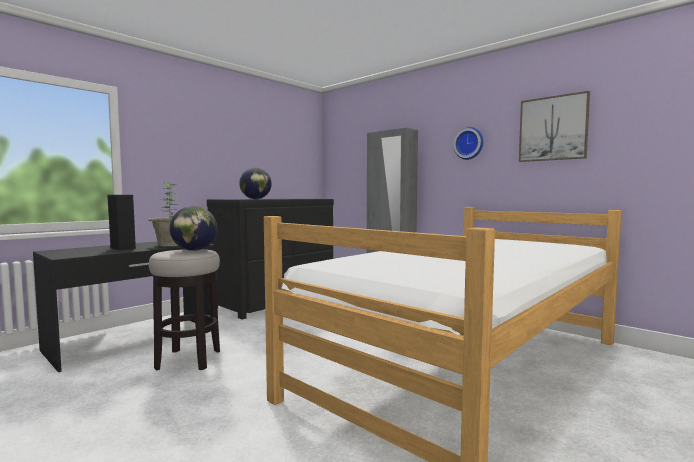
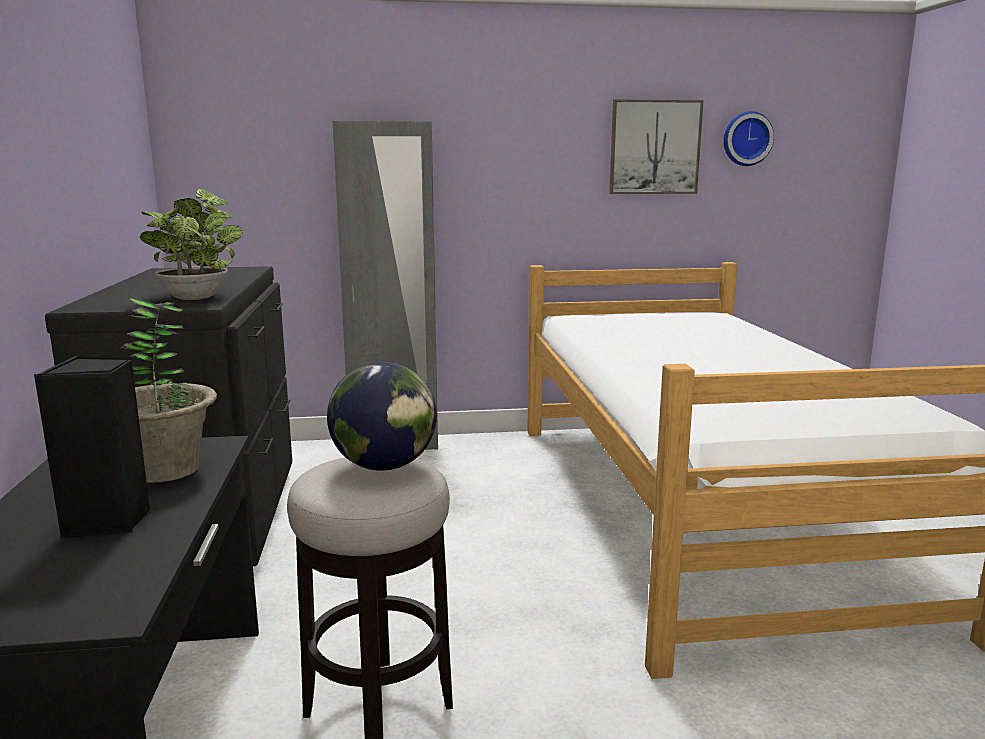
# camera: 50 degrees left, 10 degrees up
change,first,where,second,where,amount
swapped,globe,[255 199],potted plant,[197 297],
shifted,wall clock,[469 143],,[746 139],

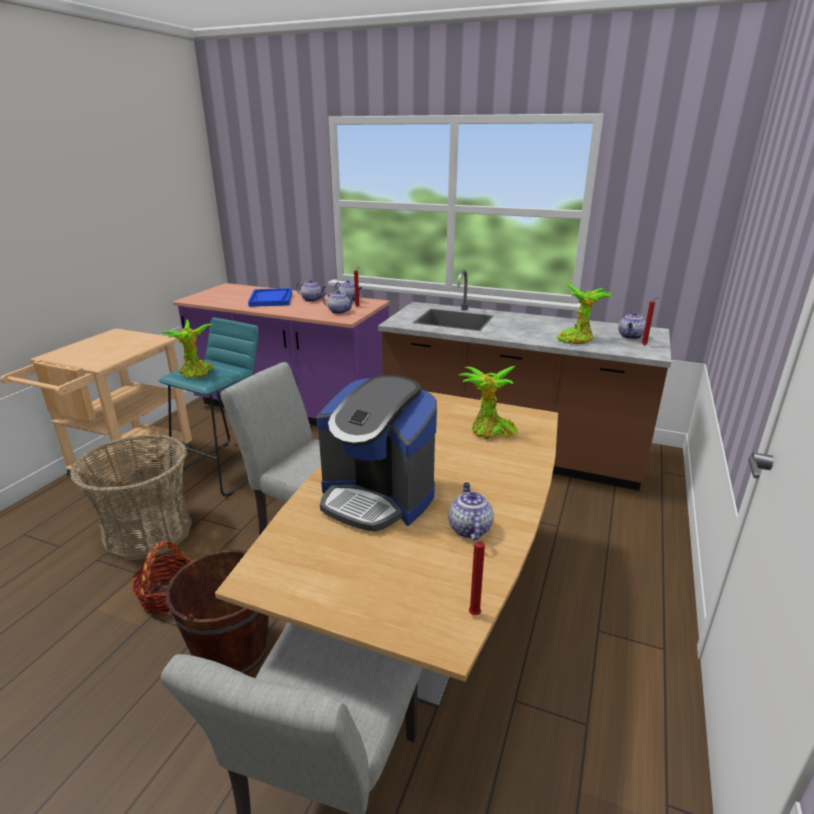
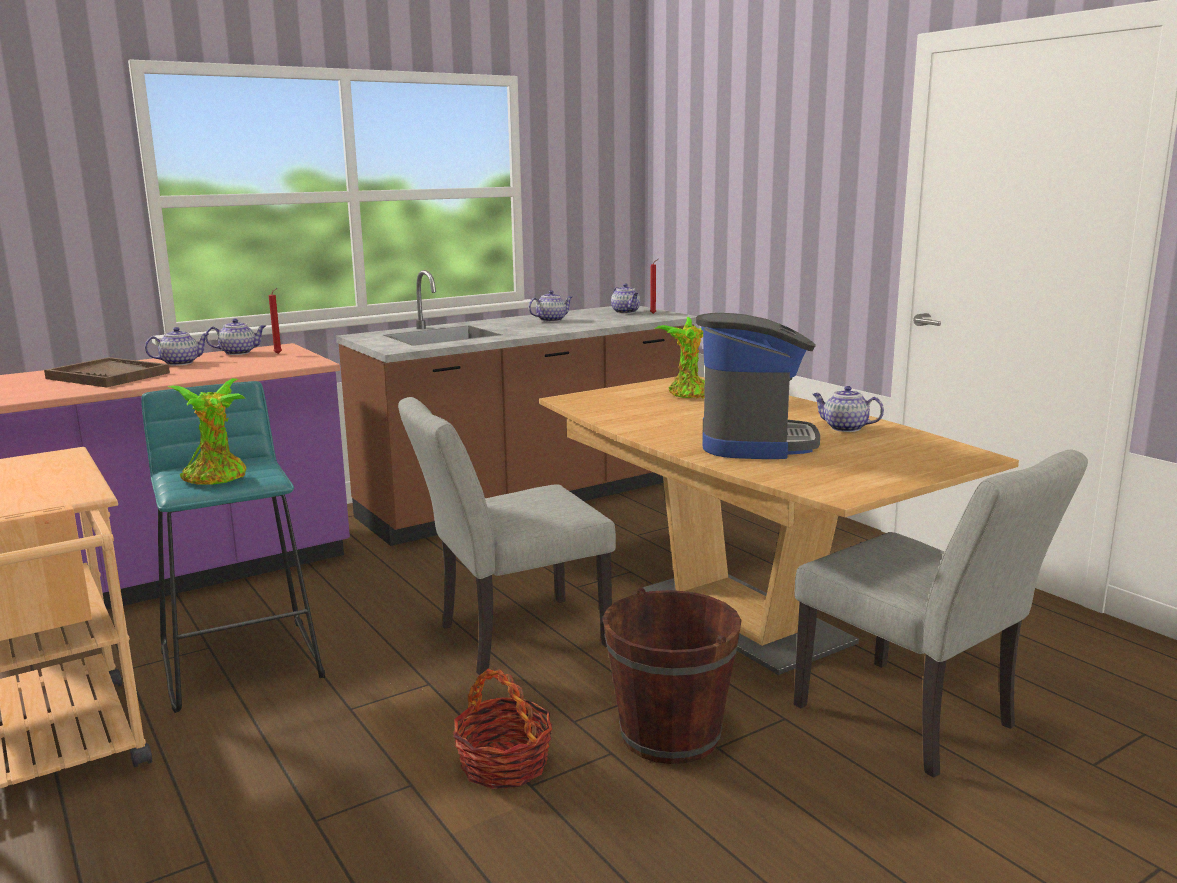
# camera: 55 degrees left, 10 degrees down
change,first,where,second,where,amount
repainted,blue tray,[271 299],brown tray,[108 376],
shifted,teapot,[339 311],,[551 320],
rotated,coffee machine,[377 497],,[754 442],60 degrees counterclockwise
gone,basket,[148 532],,,
gone,red candle,[473 616],,,
gone,potted plant,[577 339],,,

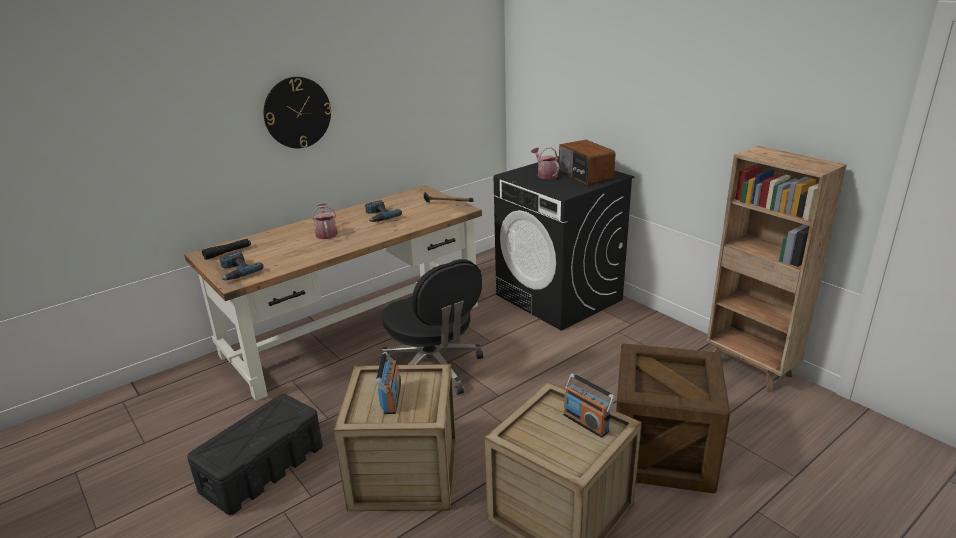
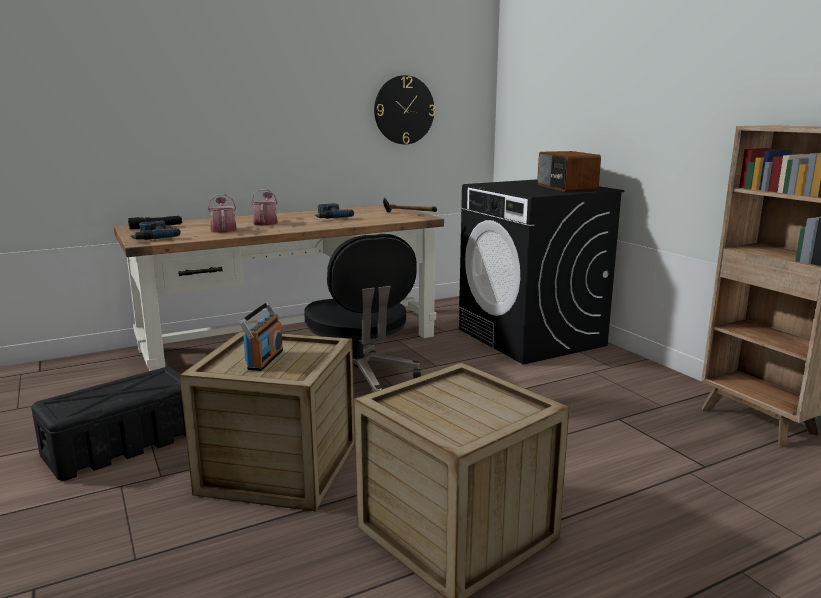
# camera: 10 degrees right, 10 degrees down
change,first,where,second,where,amount
shifted,watering can,[545 175],,[223 229],
shifted,wall clock,[297 112],,[404 110],
gone,radio,[586 422],,,
gone,crate,[662 453],,,

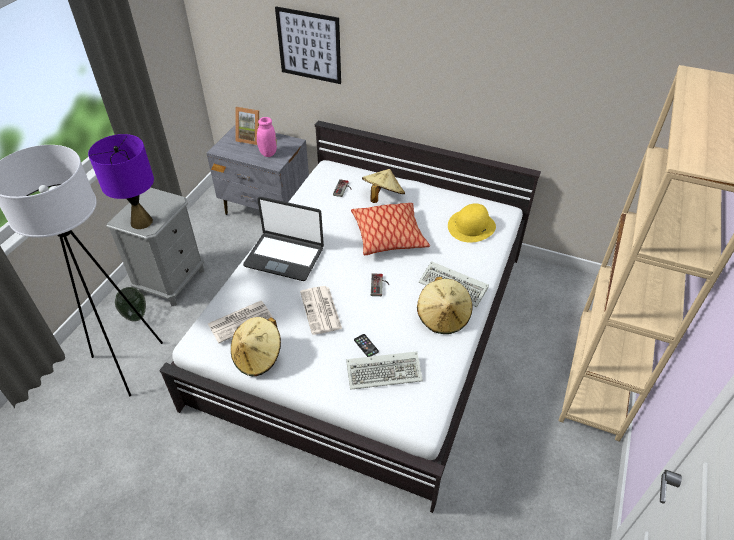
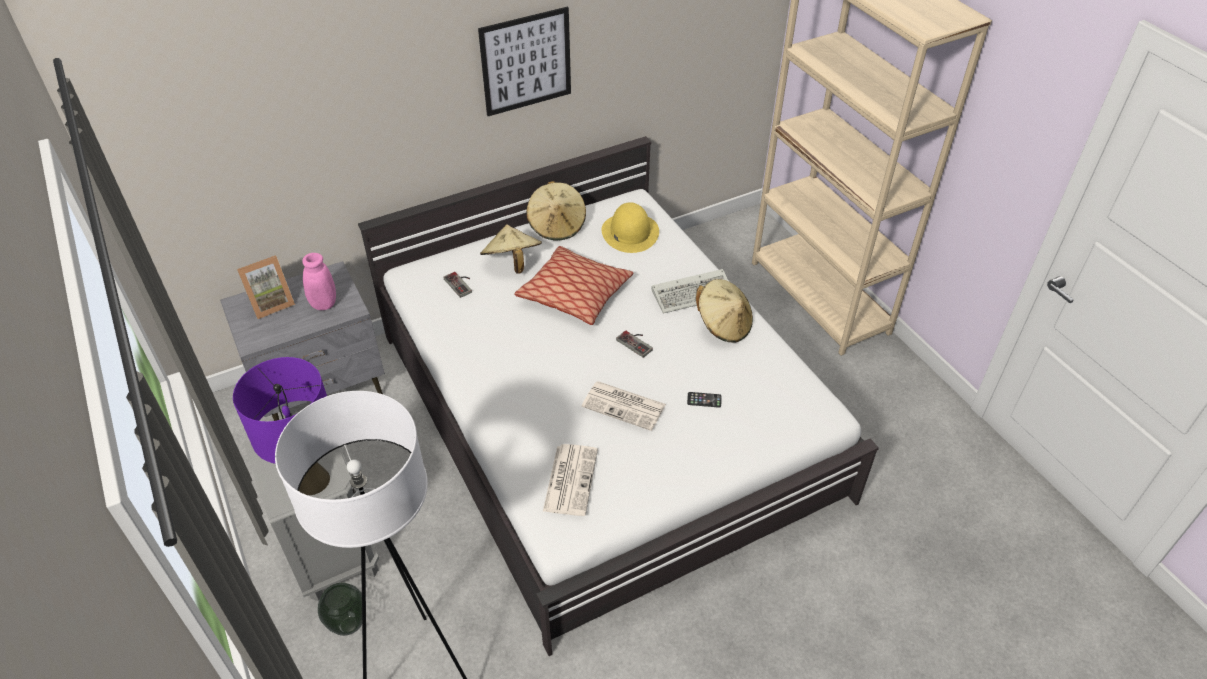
# camera: 50 degrees left, 0 degrees up
change,first,where,second,where,amount
shifted,picture,[309 45],,[526 61],
shifted,beige hat,[258 357],,[557 226],
gone,laptop,[284 256],,,
gone,keyboard,[385 371],,,

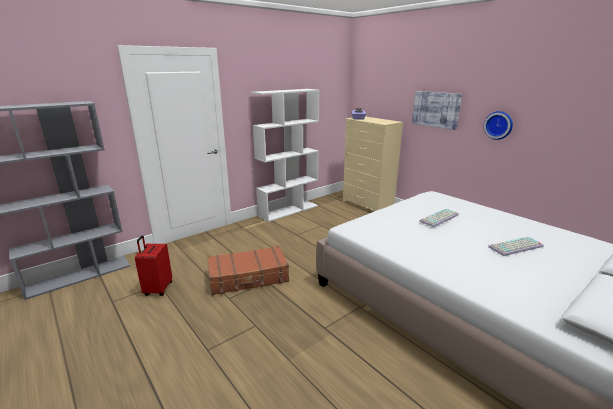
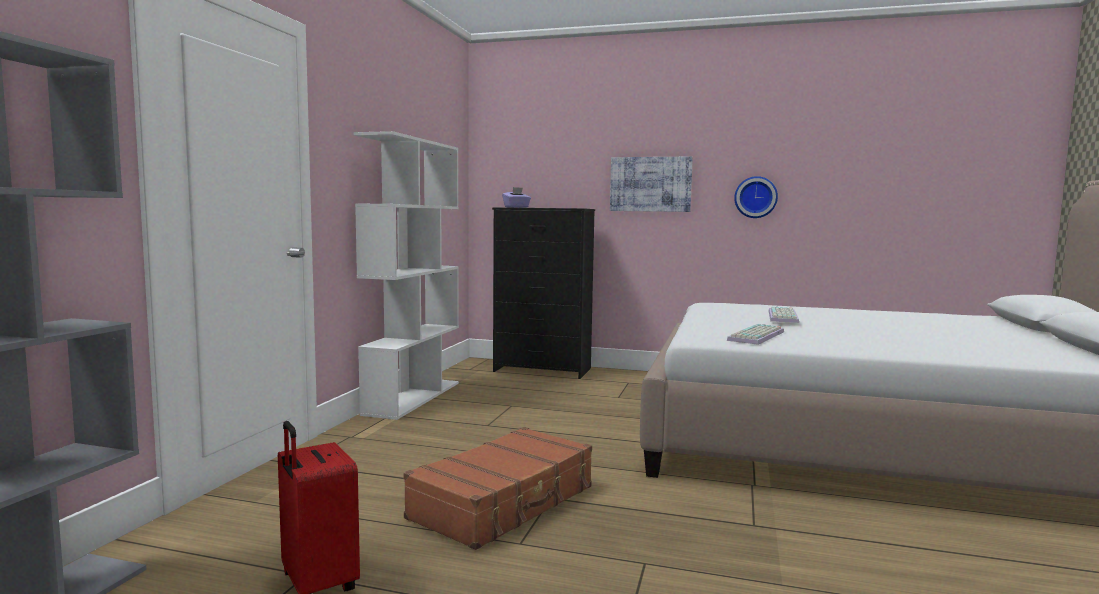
# camera: 35 degrees left, 15 degrees down
change,first,where,second,where,amount
repainted,beige dresser,[367 205],black dresser,[543 370],
shifted,keyboard,[516 247],,[757 336],

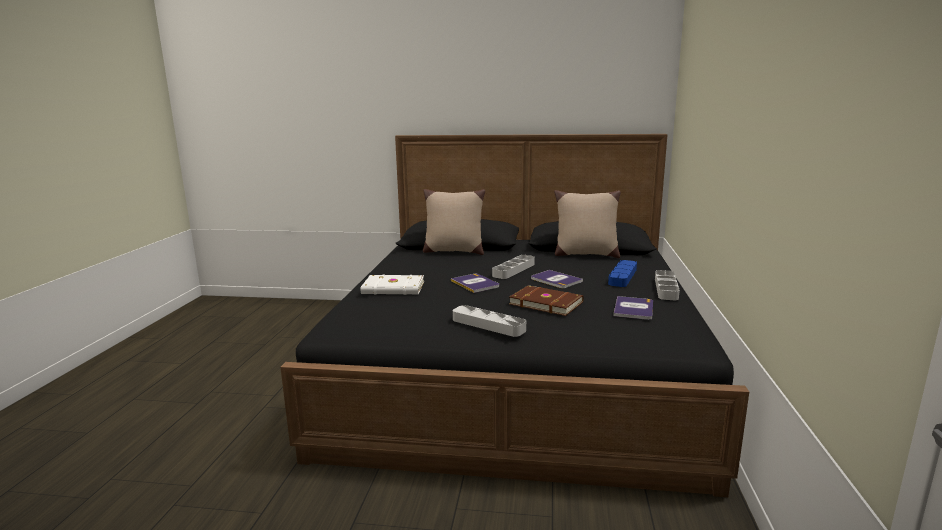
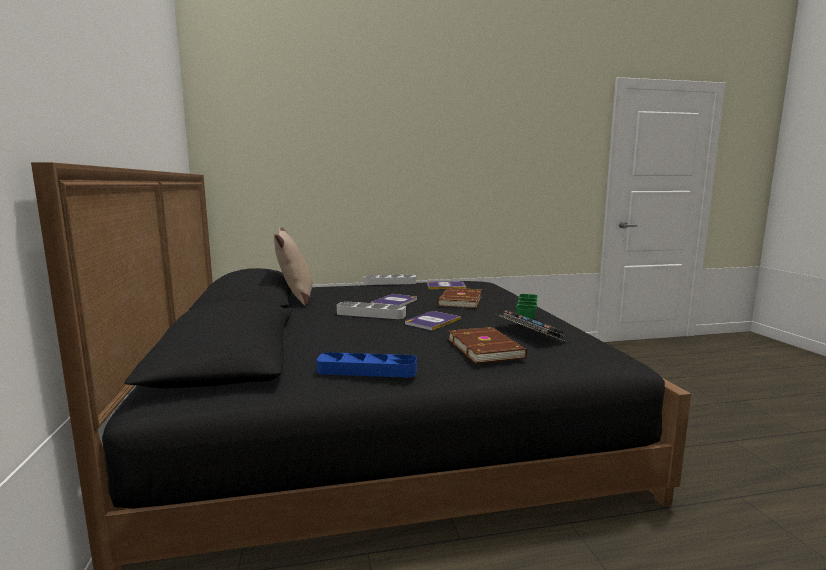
# camera: 110 degrees left, 5 degrees down
change,first,where,second,where,amount
shifted,blue tray,[622 276],,[367 370],
repainted,white book,[393 288],brown book,[486 348],
new,,,keyboard,[527 333],
repainted,grey tray,[488 325],green tray,[526 310],
gone,beige pillow,[453 251],,,

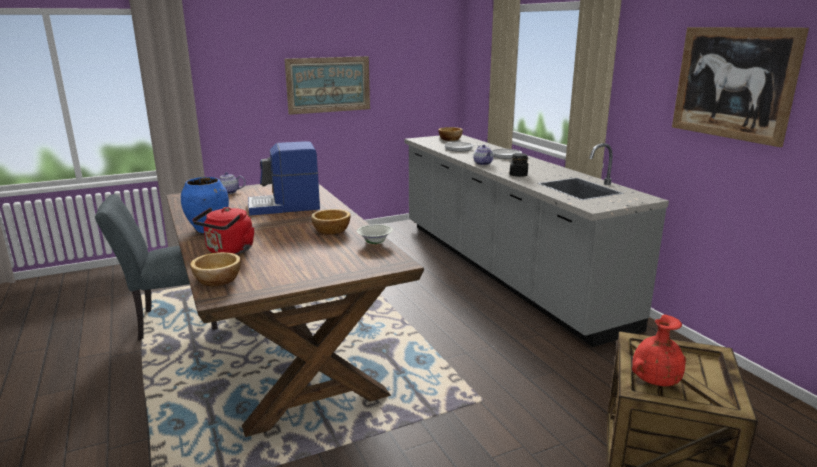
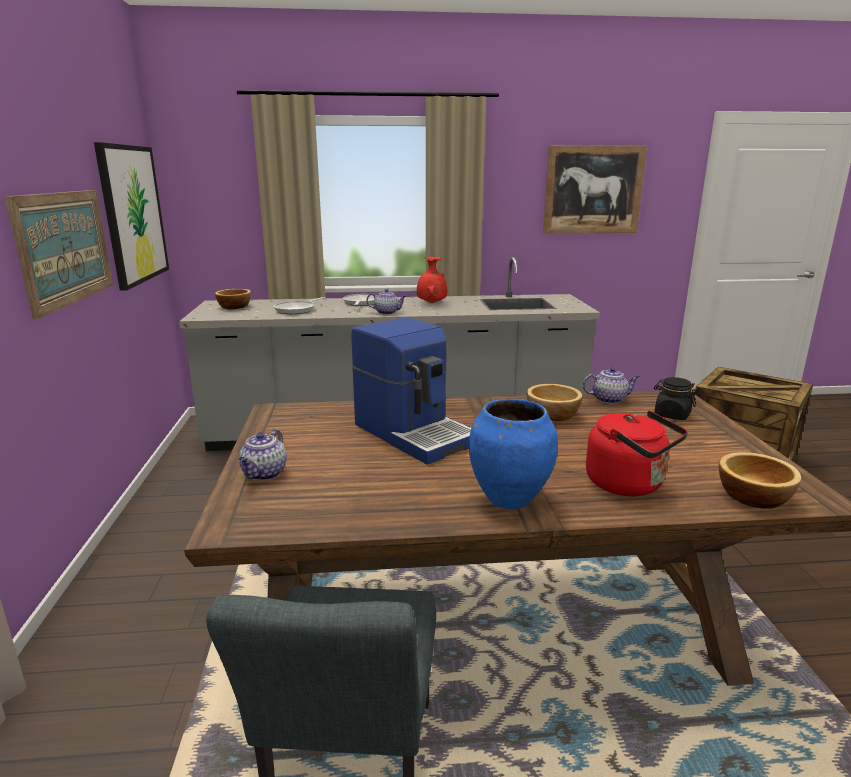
# camera: 70 degrees left, 0 degrees up
change,first,where,second,where,amount
new,,,picture,[133 214],
rotated,coffee machine,[285 207],,[415 433],45 degrees counterclockwise
shifted,red vase,[654 381],,[431 303],
swapped,white bowl,[375 243],teapot,[609 399],
shifted,black jar,[518 175],,[671 415],

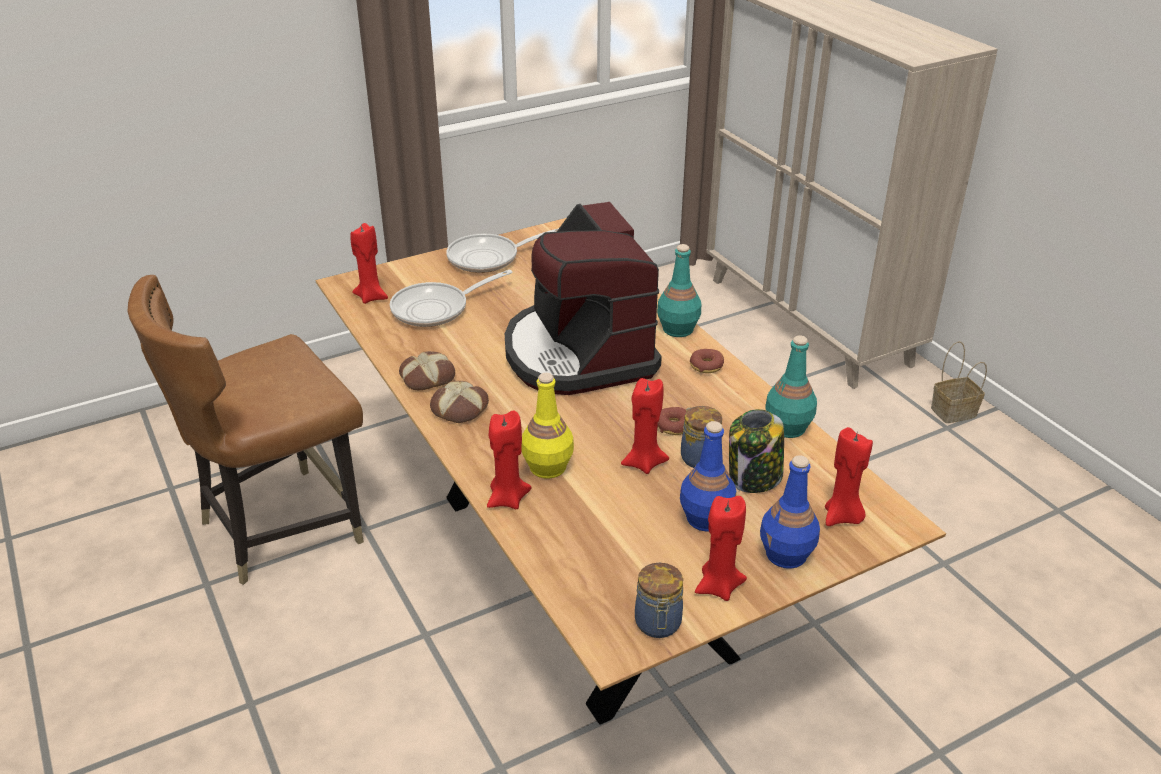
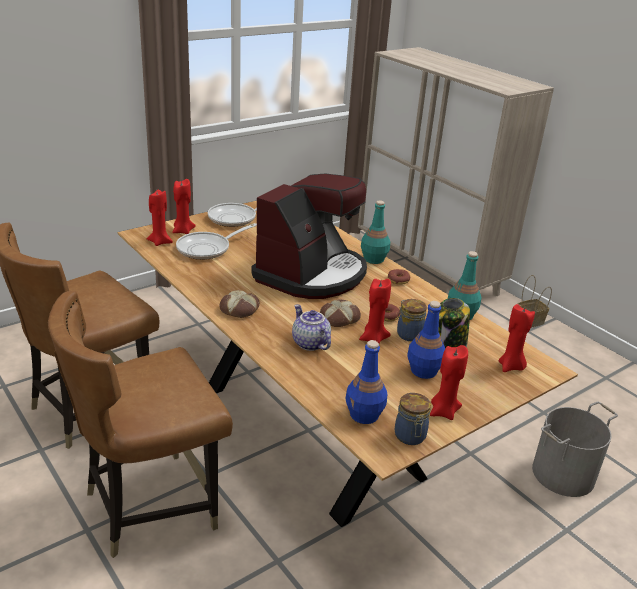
# camera: 10 degrees left, 5 degrees down
change,first,where,second,where,amount
new,,,brown chair,[150 505],
shifted,red candle,[507 499],,[183 231],
rotated,coffee machine,[578 353],,[312 274],120 degrees counterclockwise
swapped,yellow bottle,[547 467],teapot,[309 343],
shifted,bread,[427 377],,[339 317],
shifted,blue bottle,[786 555],,[364 415],
new,,,grey bucket,[564 474],

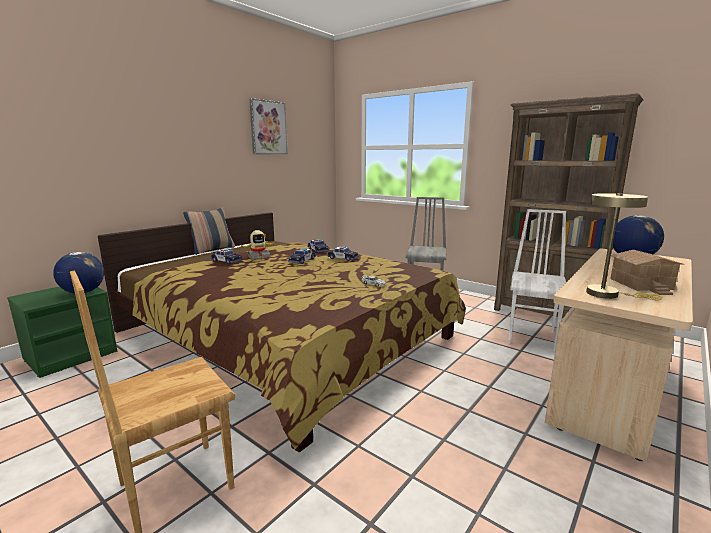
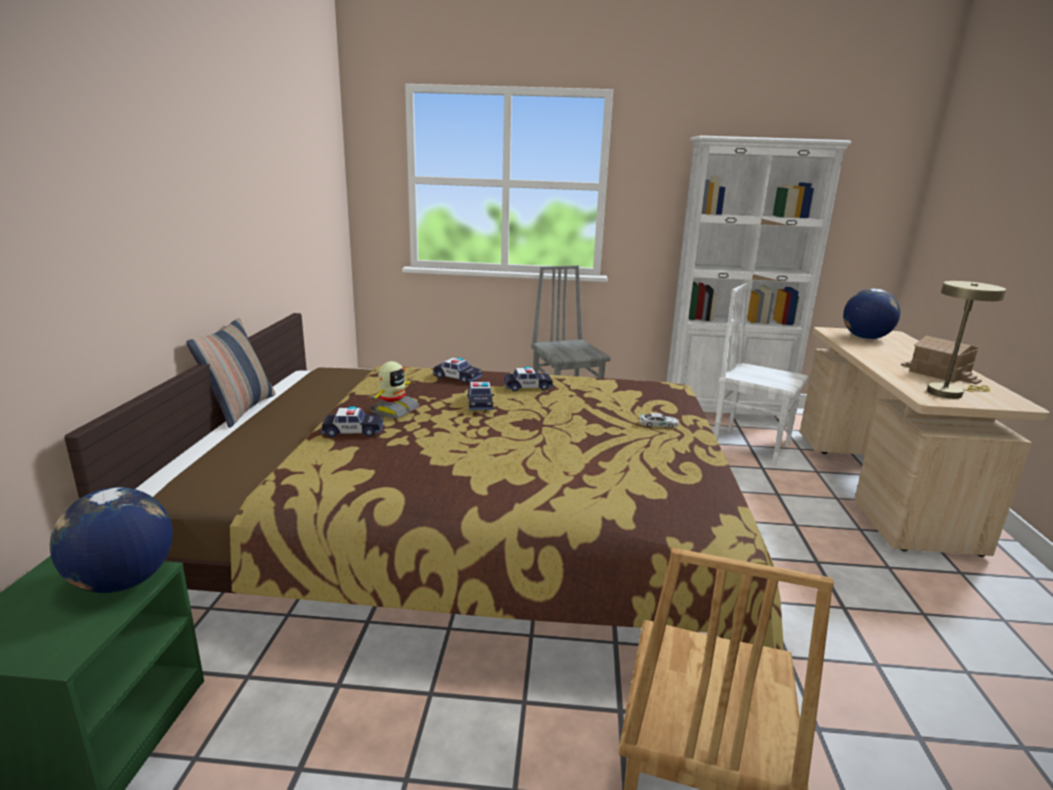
# camera: 35 degrees left, 5 degrees up
change,first,where,second,where,amount
repainted,brown bookcase,[545 315],white bookcase,[725 414],
rotated,white chair,[532 337],,[750 446],45 degrees counterclockwise
gone,picture,[268 128],,,

